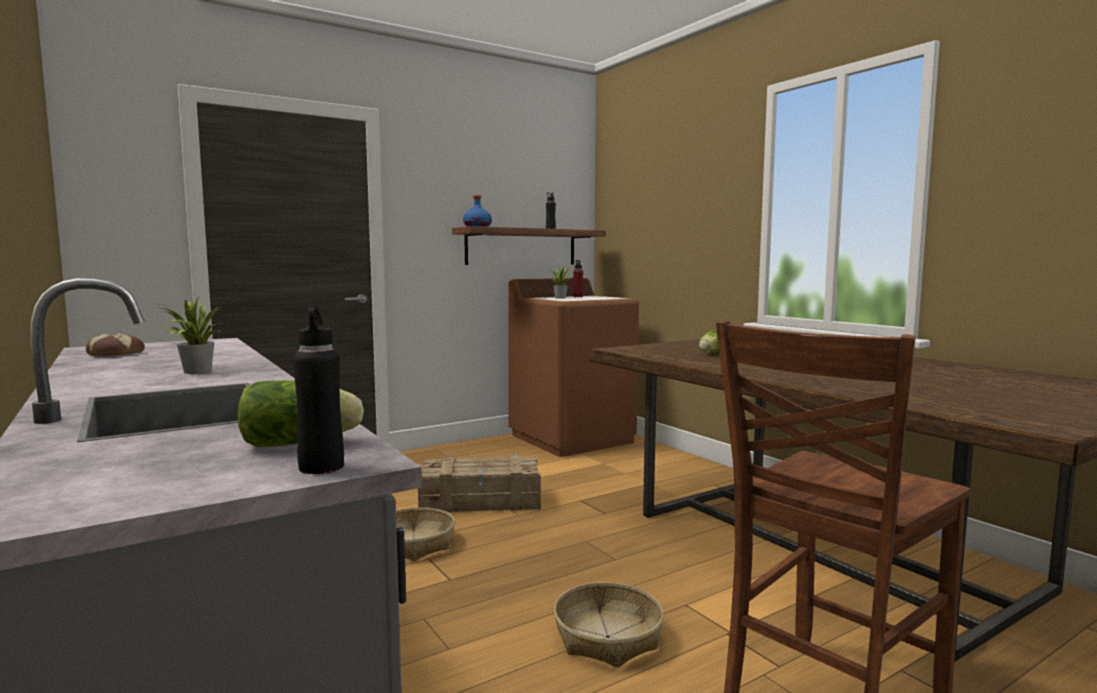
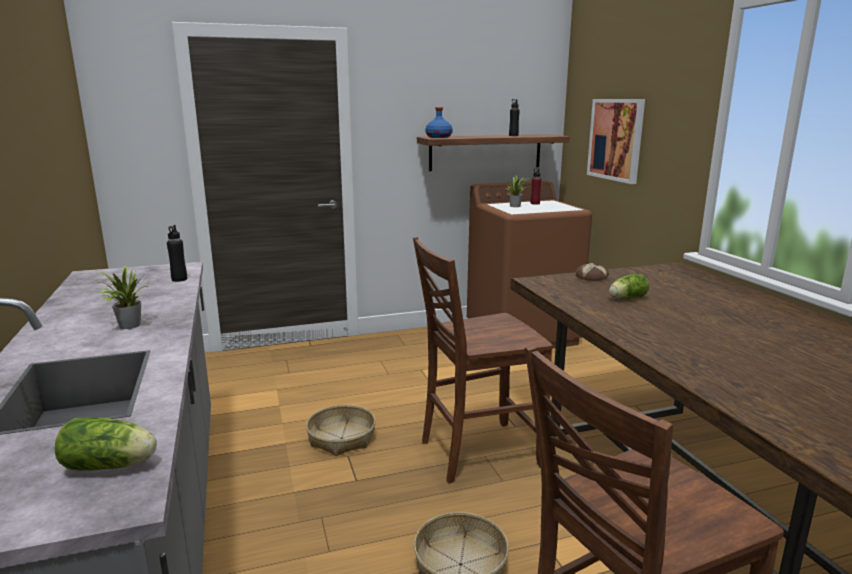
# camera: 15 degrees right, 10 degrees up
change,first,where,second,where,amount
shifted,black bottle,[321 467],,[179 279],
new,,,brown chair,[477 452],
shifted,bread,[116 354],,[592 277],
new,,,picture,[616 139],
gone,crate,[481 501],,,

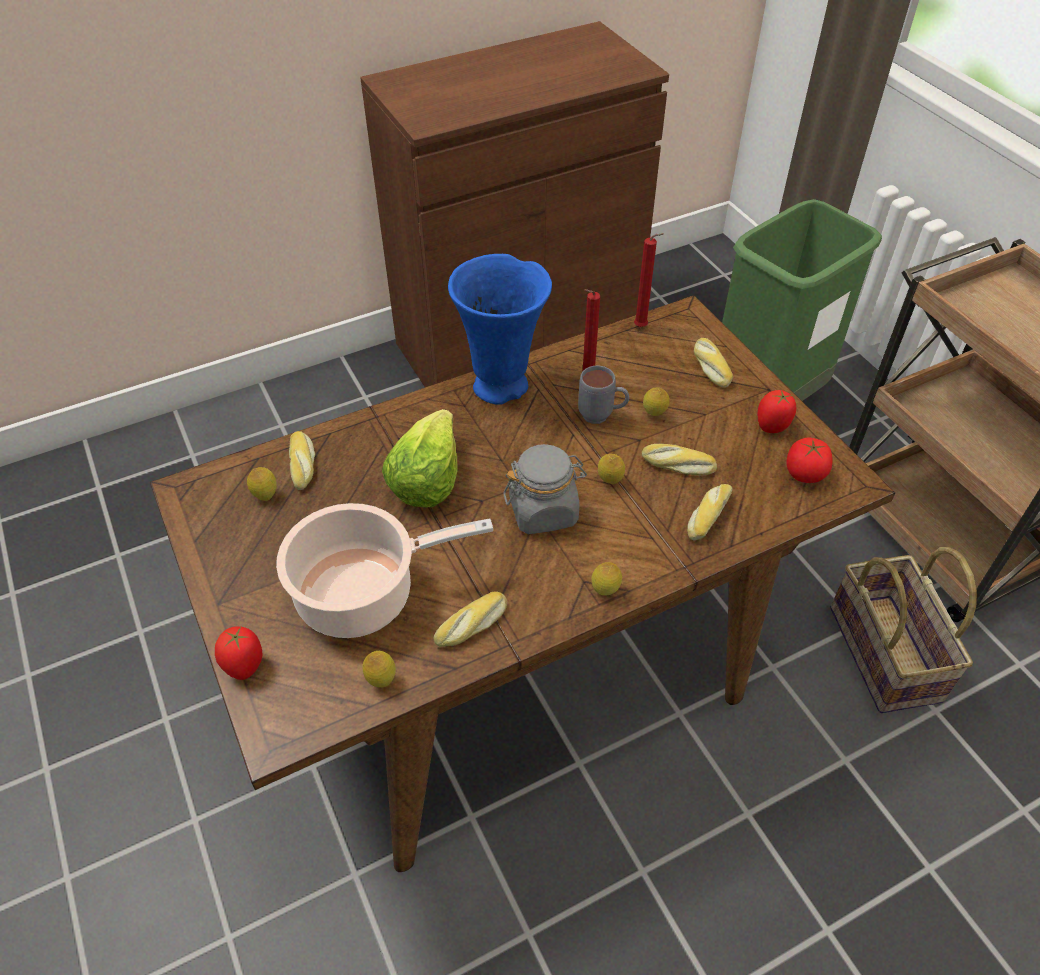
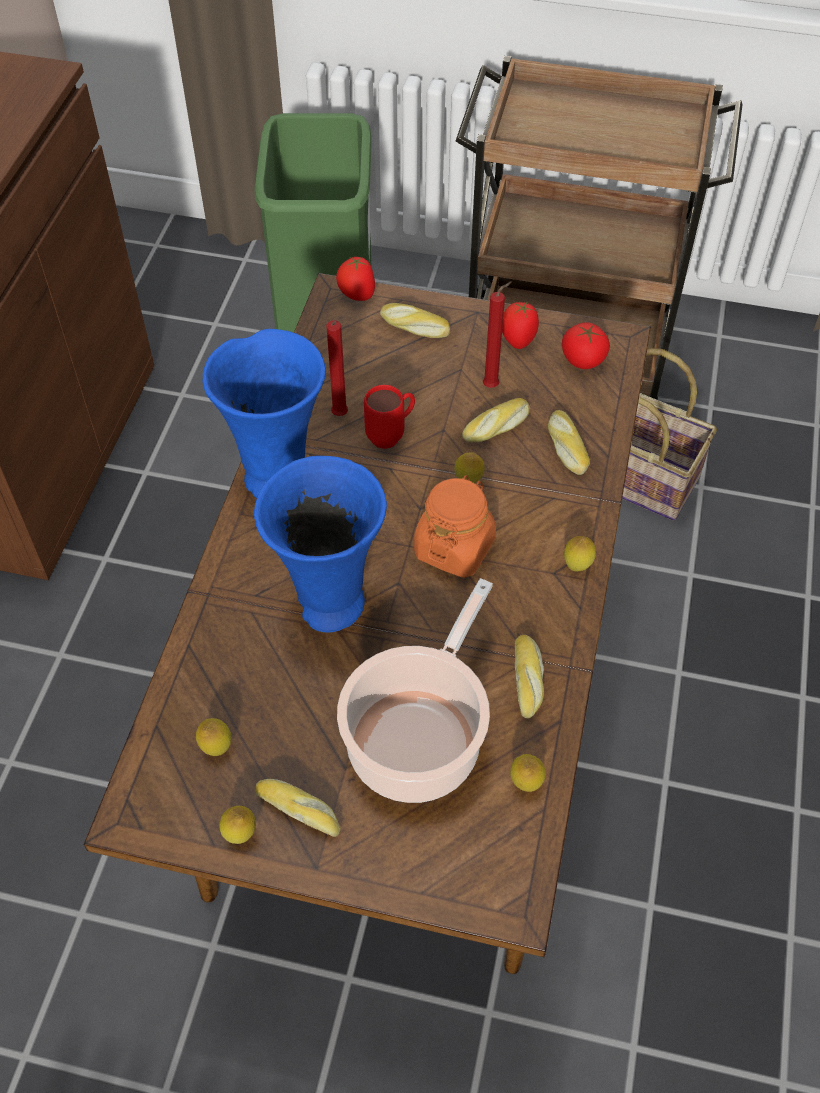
# camera: 50 degrees left, 5 degrees up
change,first,where,second,where,amount
shifted,lemon,[654 415],,[240 835],
swapped,lettuce,[426 478],blue vase,[329 606],
shifted,bread,[303 464],,[300 809],
shifted,tomato,[245 665],,[356 296],
repainted,grey mug,[602 417],red mug,[391 435],
repainted,grey jar,[544 511],orange jar,[454 547],
shifted,red candle,[642 327],,[493 386],

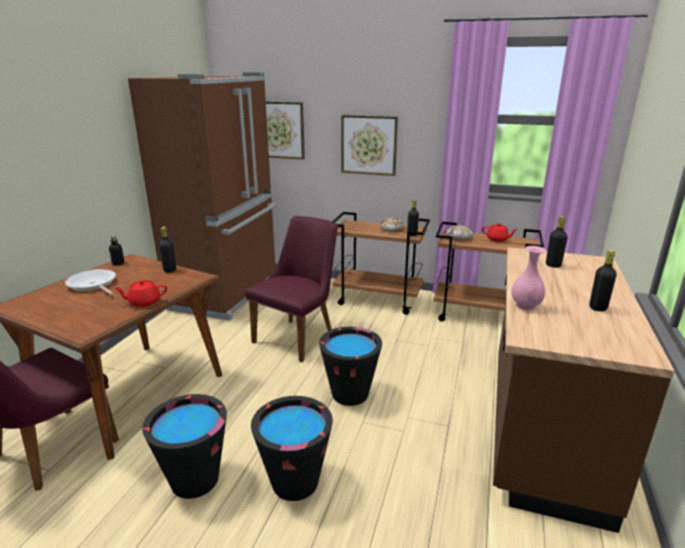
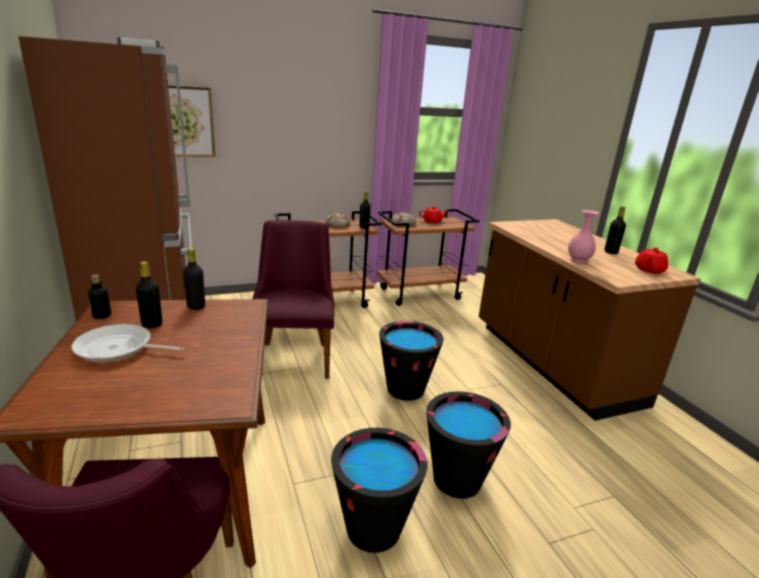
# camera: 40 degrees left, 0 degrees up
change,first,where,second,where,amount
shifted,black bottle,[553 265],,[152 324],
shifted,red teapot,[144 302],,[649 270],
gone,picture,[369 145],,,

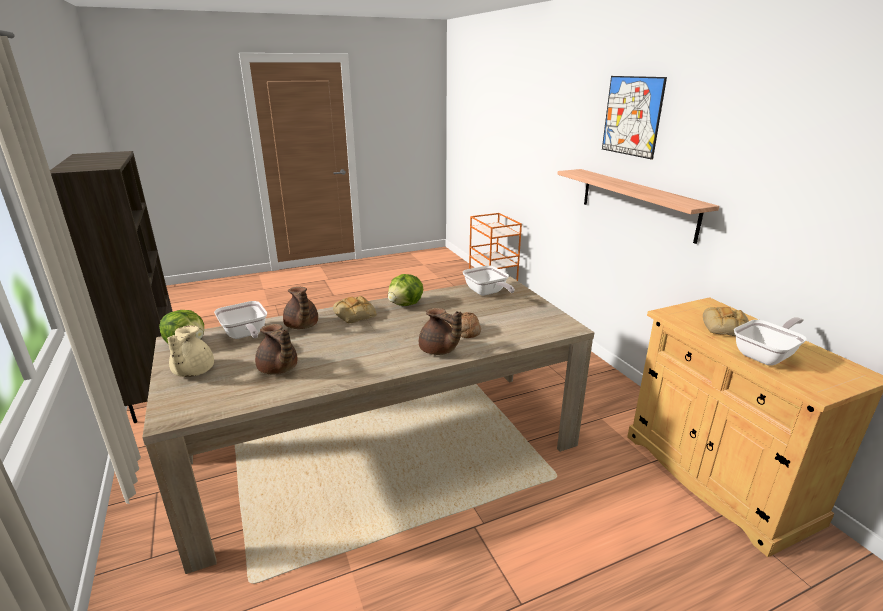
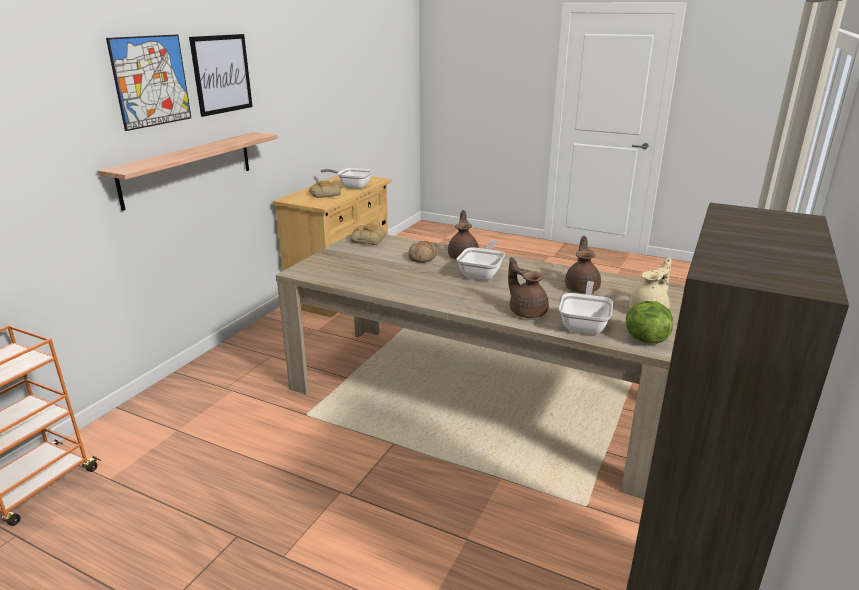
# camera: 130 degrees left, 0 degrees up
change,first,where,second,where,amount
new,,,picture,[222 74],
shifted,bread,[356 314],,[368 239],
shifted,frying pan,[487 293],,[482 274],
rotated,brown teapot,[301 326],,[526 311],60 degrees counterclockwise
gone,lettuce,[406 304],,,

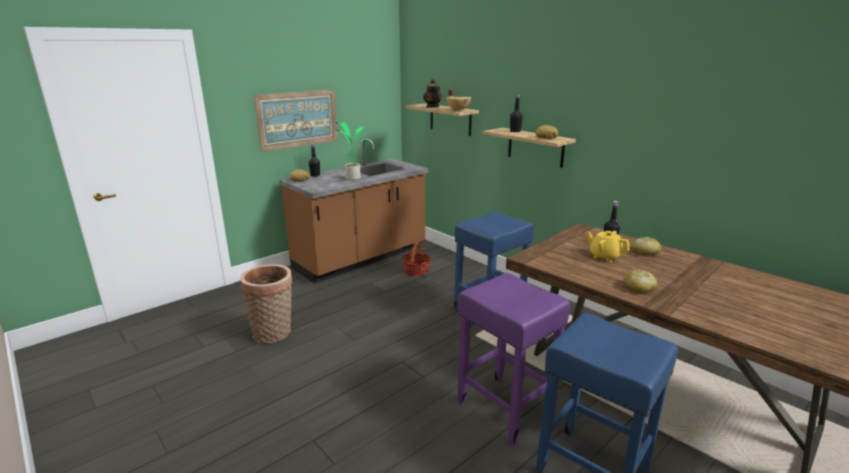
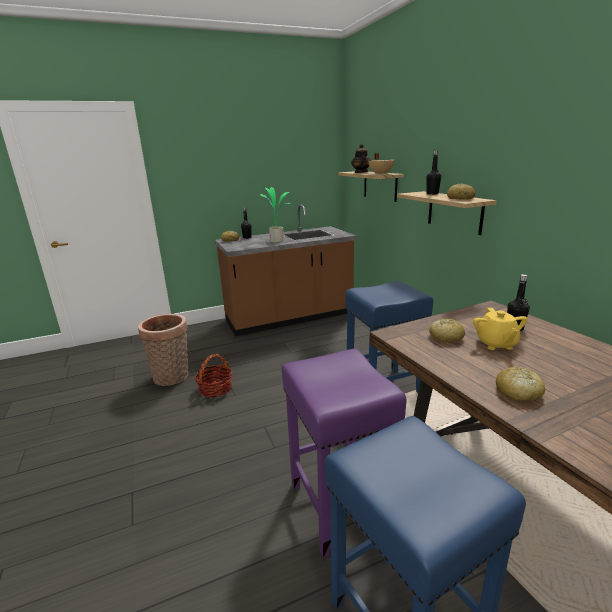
# camera: 20 degrees right, 0 degrees up
change,first,where,second,where,amount
shifted,basket,[416 271],,[215 389],
shifted,bread,[644 251],,[445 337],
rotated,yellow teapot,[604 256],,[496 344],150 degrees counterclockwise
gone,picture,[298 119],,,

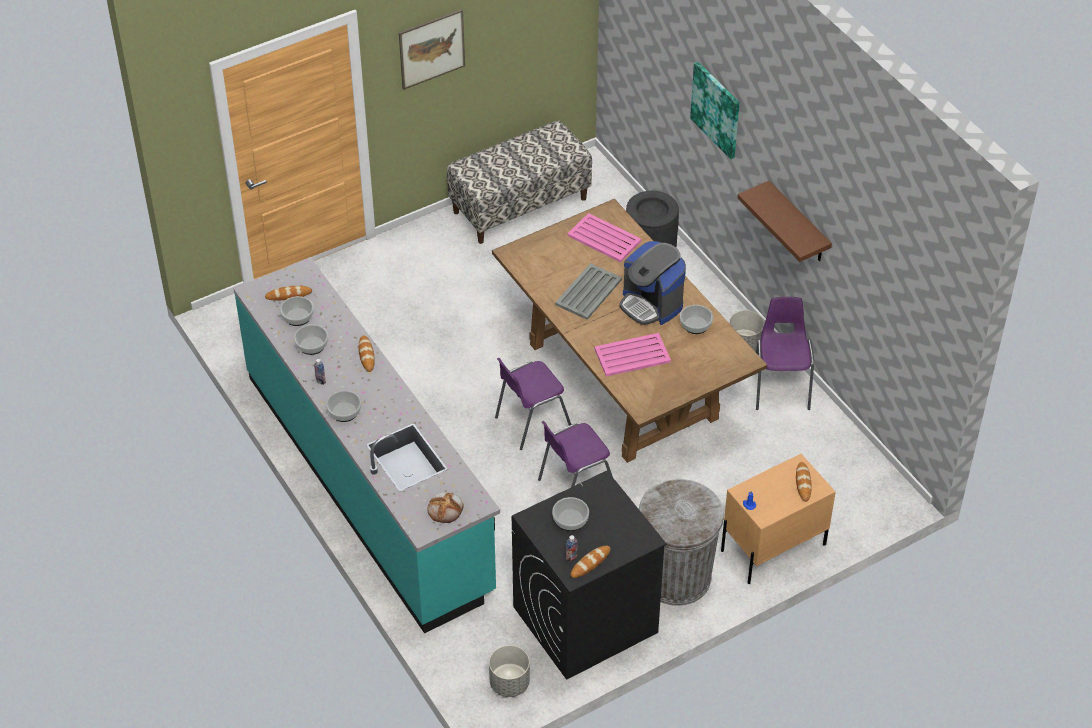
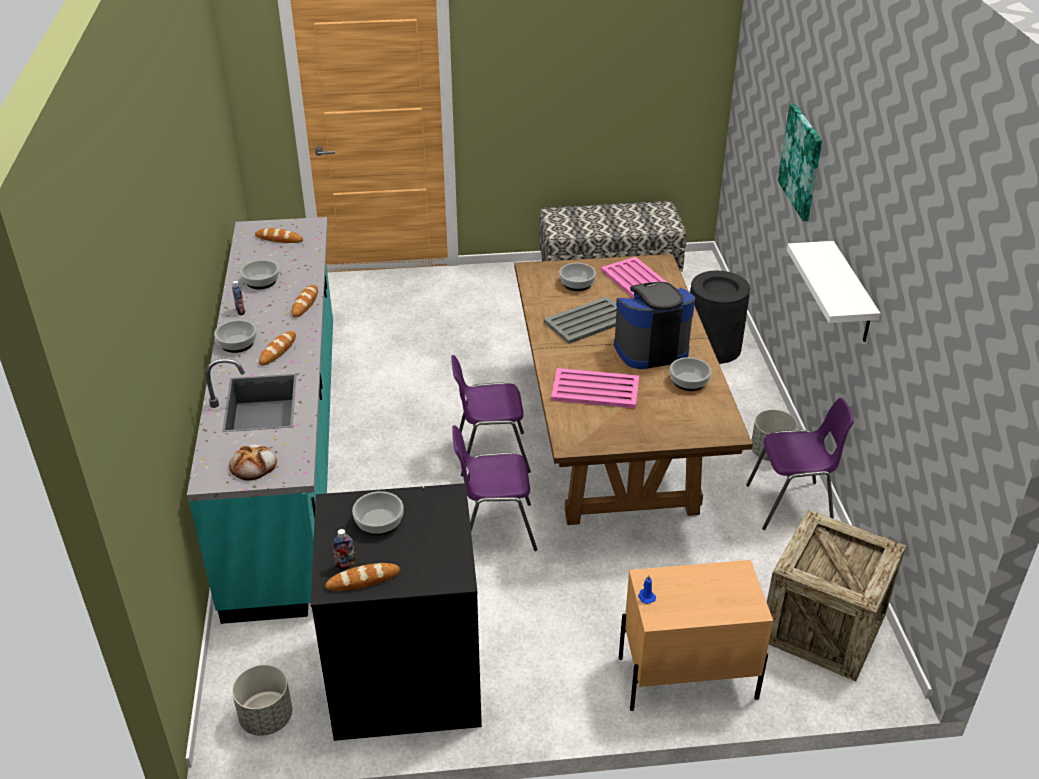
# camera: 25 degrees right, 10 degrees down
change,first,where,second,where,amount
shifted,bread,[803 483],,[278 350],
shifted,bowl,[298 316],,[577 283],
rotated,coffee machine,[651 304],,[650 349],90 degrees clockwise
rotated,purple chair,[780 387],,[792 505],60 degrees clockwise
new,,,crate,[823 626],
repainted,brown shelf,[798 224],white shelf,[852 294],
gone,picture,[432 49],,,
gone,grey trash can,[676 577],,,

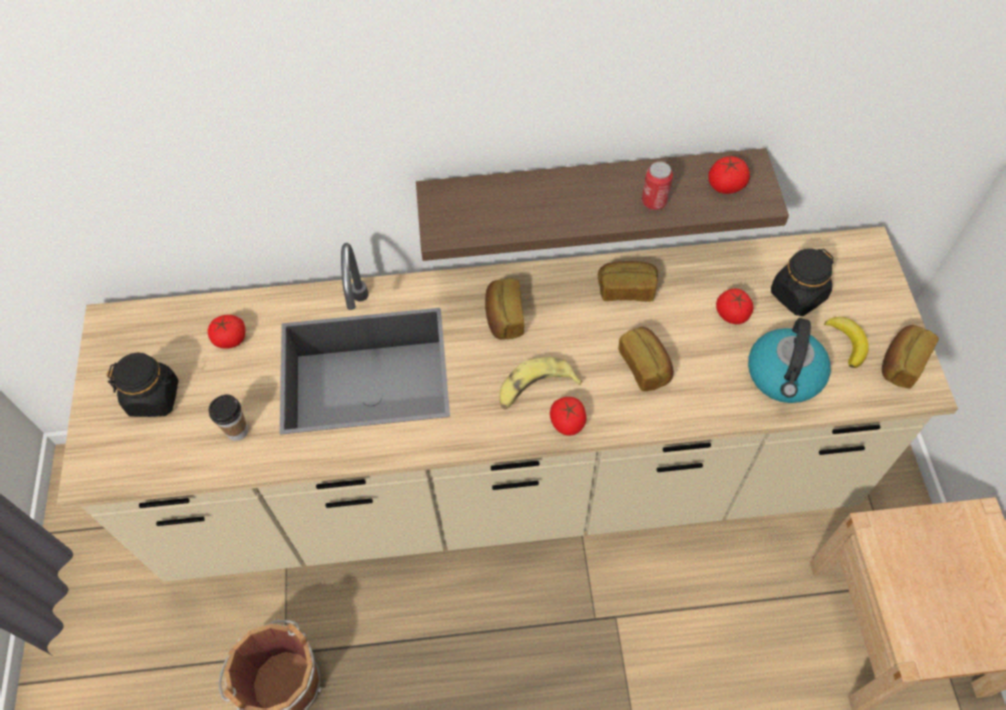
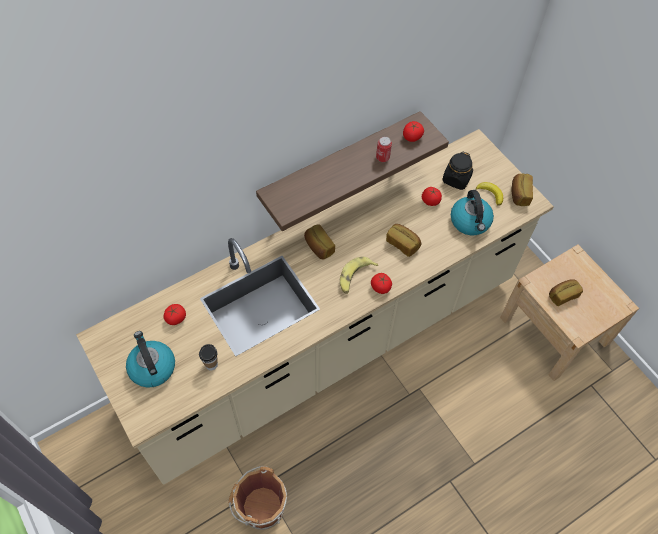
# camera: 30 degrees left, 0 degrees up
change,first,where,second,where,amount
swapped,black jar,[154 397],kettle,[152 367],
shifted,bread,[626 289],,[562 295],

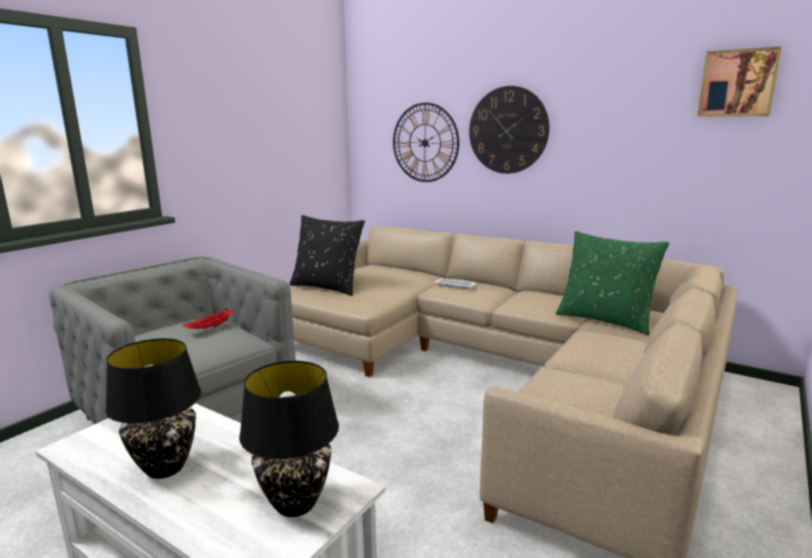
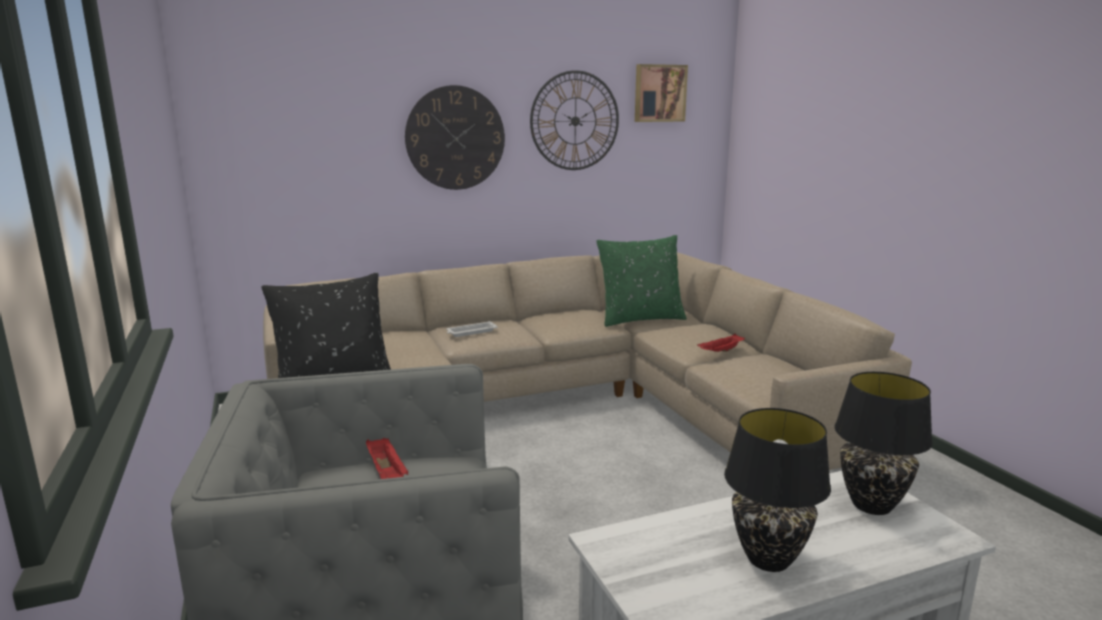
# camera: 55 degrees left, 0 degrees up
change,first,where,second,where,amount
shifted,wall clock,[425 143],,[575 121],
new,,,red tray,[721 352],

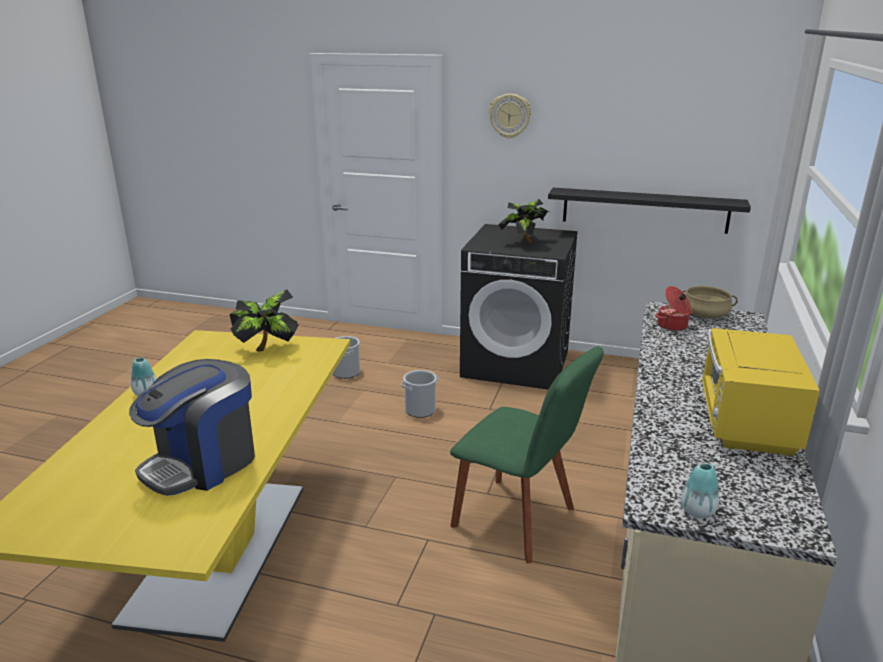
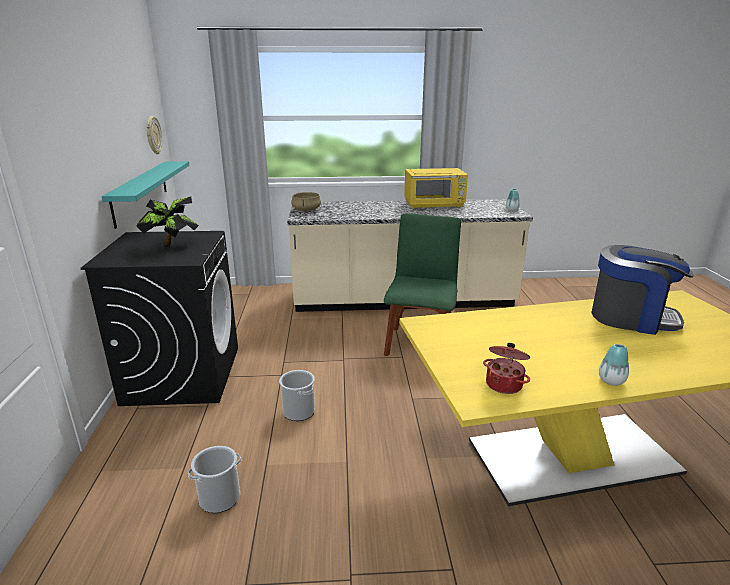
# camera: 110 degrees left, 0 degrees up
change,first,where,second,where,amount
repainted,black shelf,[644 210],turquoise shelf,[140 192],
shifted,wall clock,[510 116],,[153 135],
shifted,cooking pot,[672 326],,[504 384],
gone,potted plant,[268 350],,,

